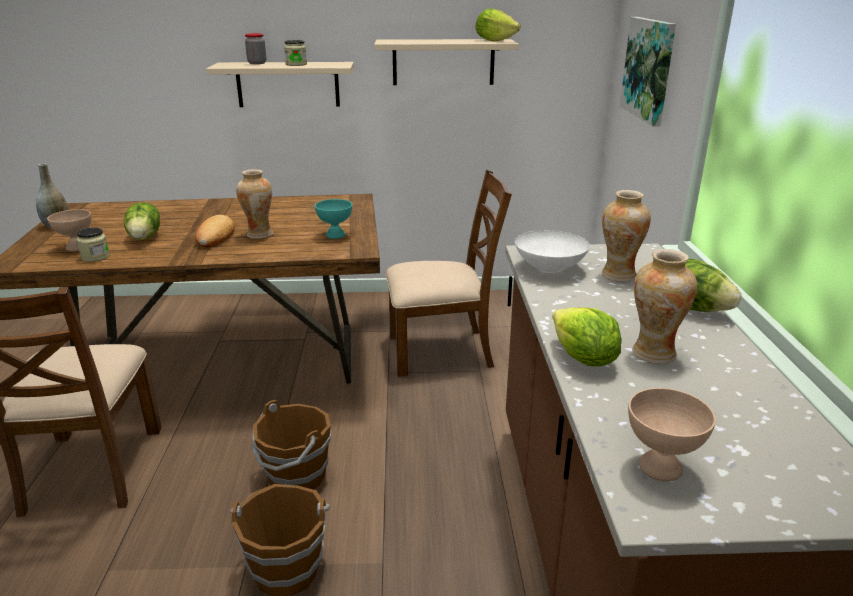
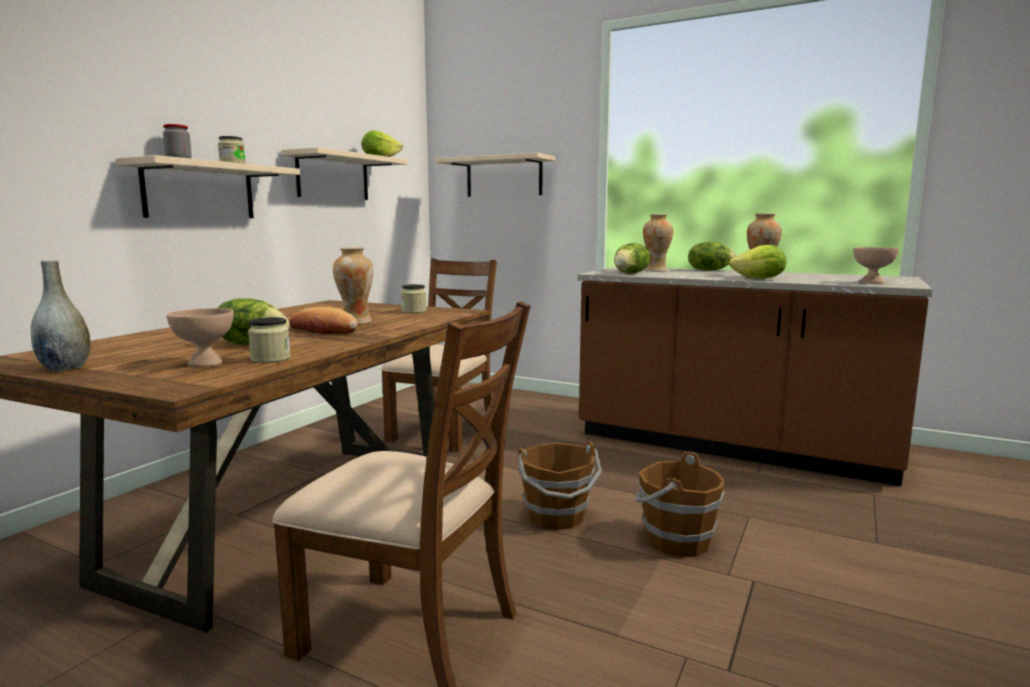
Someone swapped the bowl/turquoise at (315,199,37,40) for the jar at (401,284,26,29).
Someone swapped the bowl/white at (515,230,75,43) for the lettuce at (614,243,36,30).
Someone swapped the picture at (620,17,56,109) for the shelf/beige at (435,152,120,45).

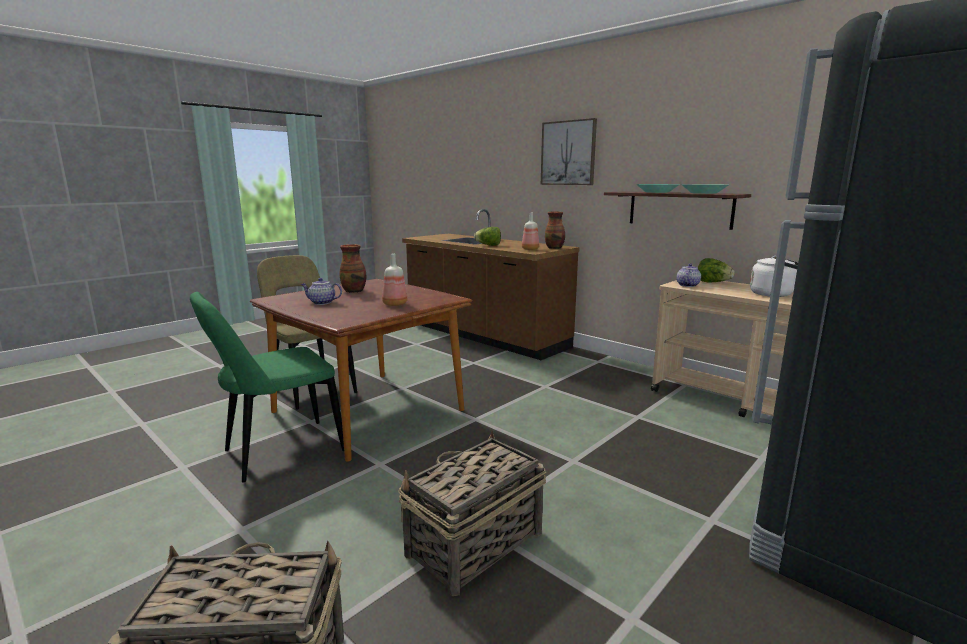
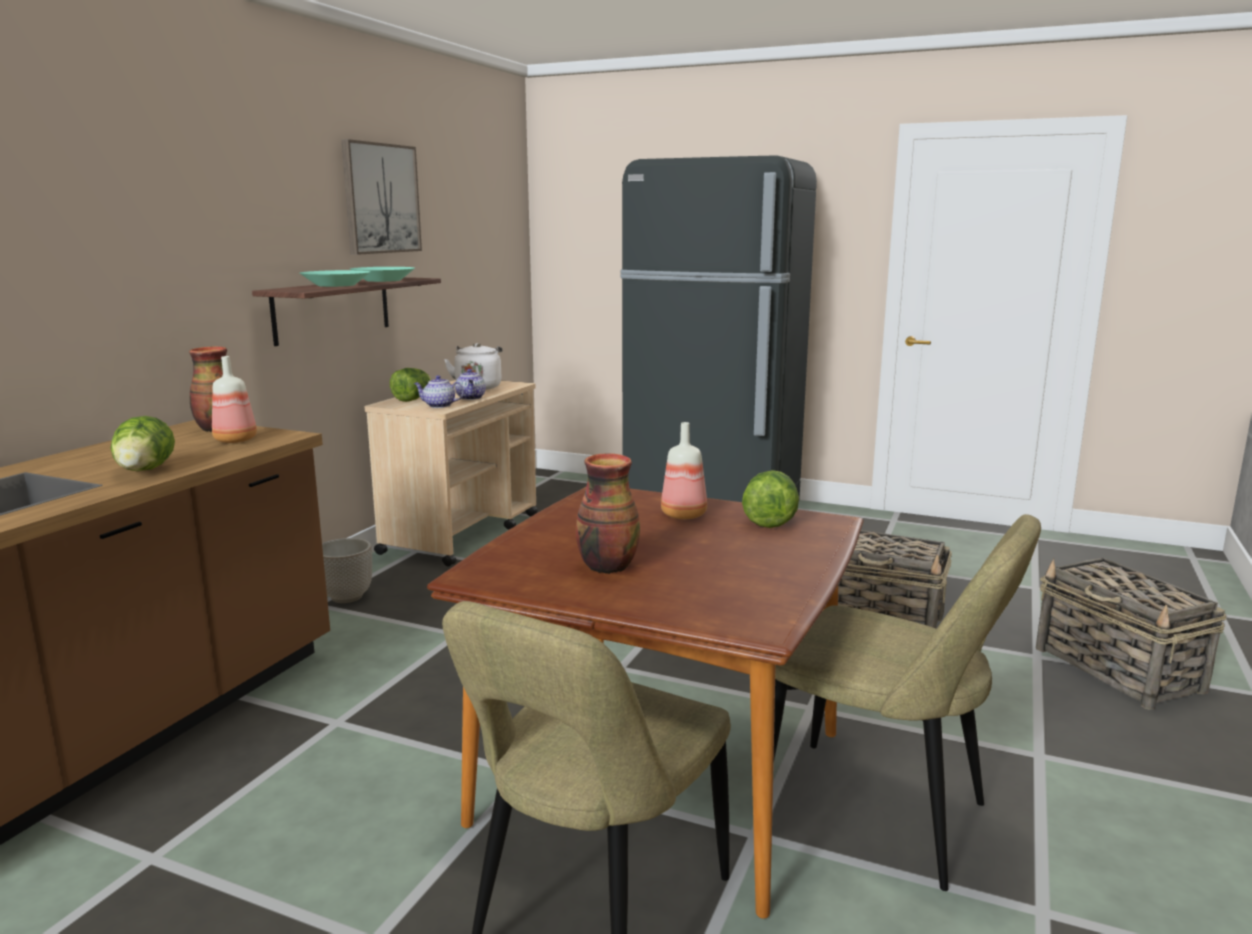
Someone put down the planter at (322,538,50,65).
Someone put down the lettuce at (742,470,57,58).
Someone carried the teapot from (301,278,41,27) to (455,369,31,31).
Someone carried the picture from (541,118,56,67) to (342,139,80,116).
Someone repainted the chair/green at (190,292,154,191), which became the chair/beige at (774,514,267,377).

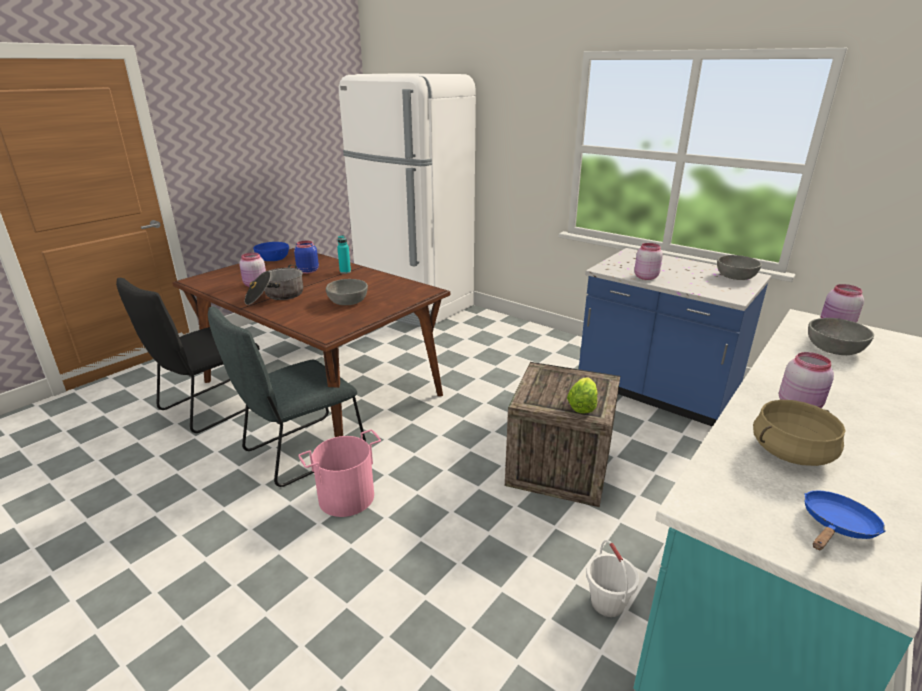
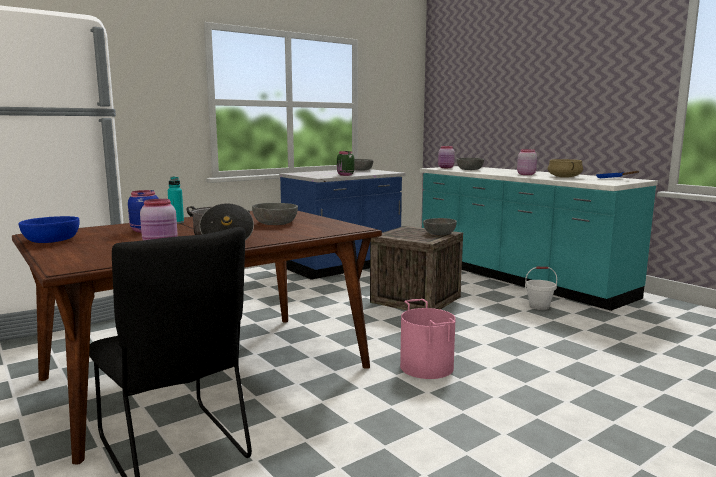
Someone took away the chair/grey at (208,306,158,181).
Someone swapped the lettuce at (567,377,31,36) for the bowl/grey at (423,218,34,17).
Someone repainted the jar/pink at (634,243,29,37), which became the jar/green at (337,151,17,25).

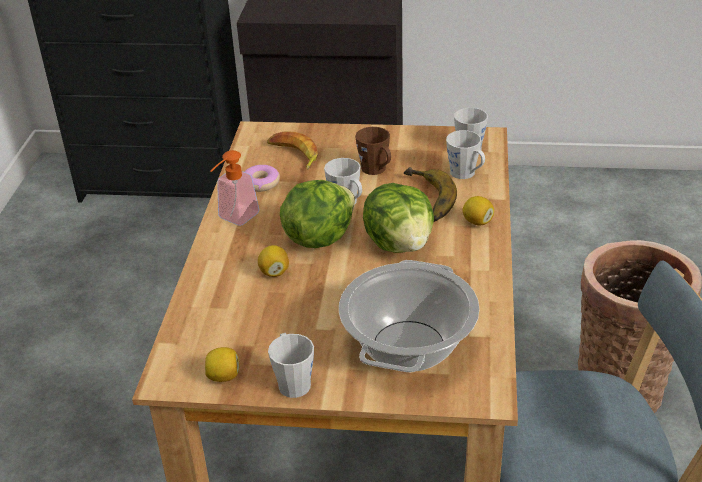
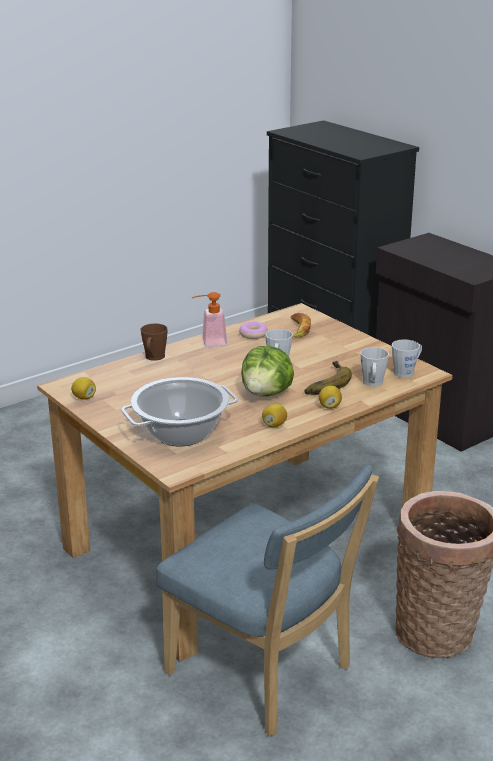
Someone took away the mug/grey at (268,333,46,65).
Someone took away the lettuce at (280,180,75,68).
Someone carried the lemon from (258,245,31,32) to (262,404,25,24).
Someone carried the mug/brown from (355,127,36,48) to (141,323,27,38).

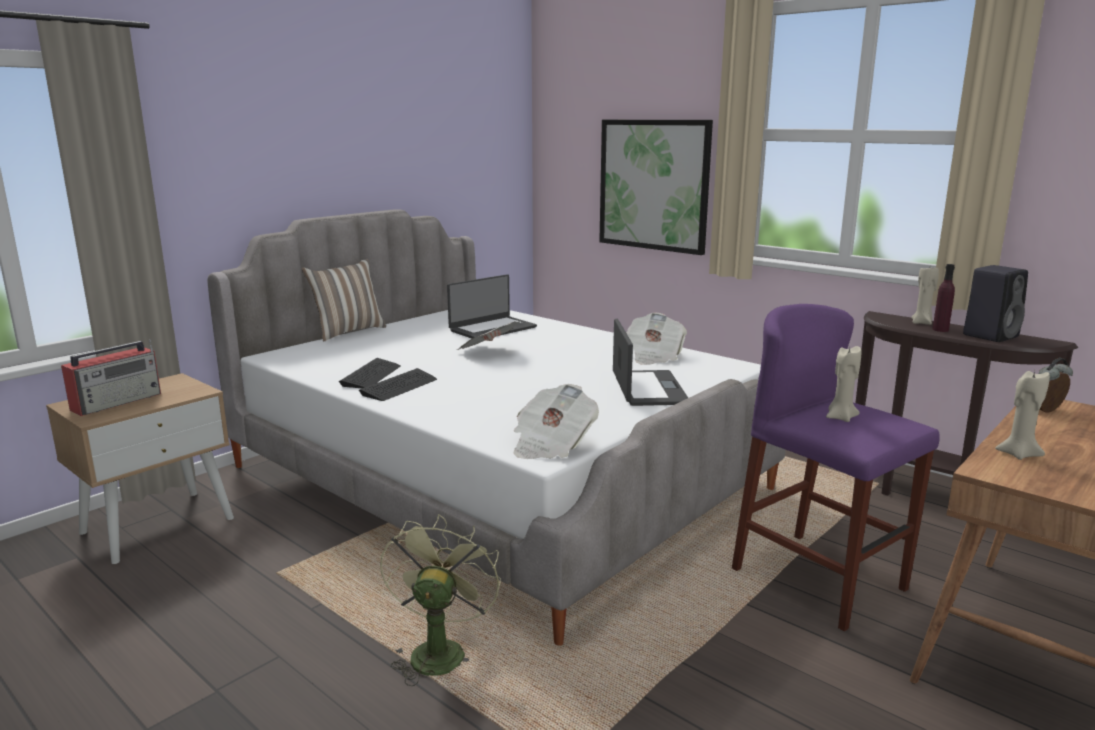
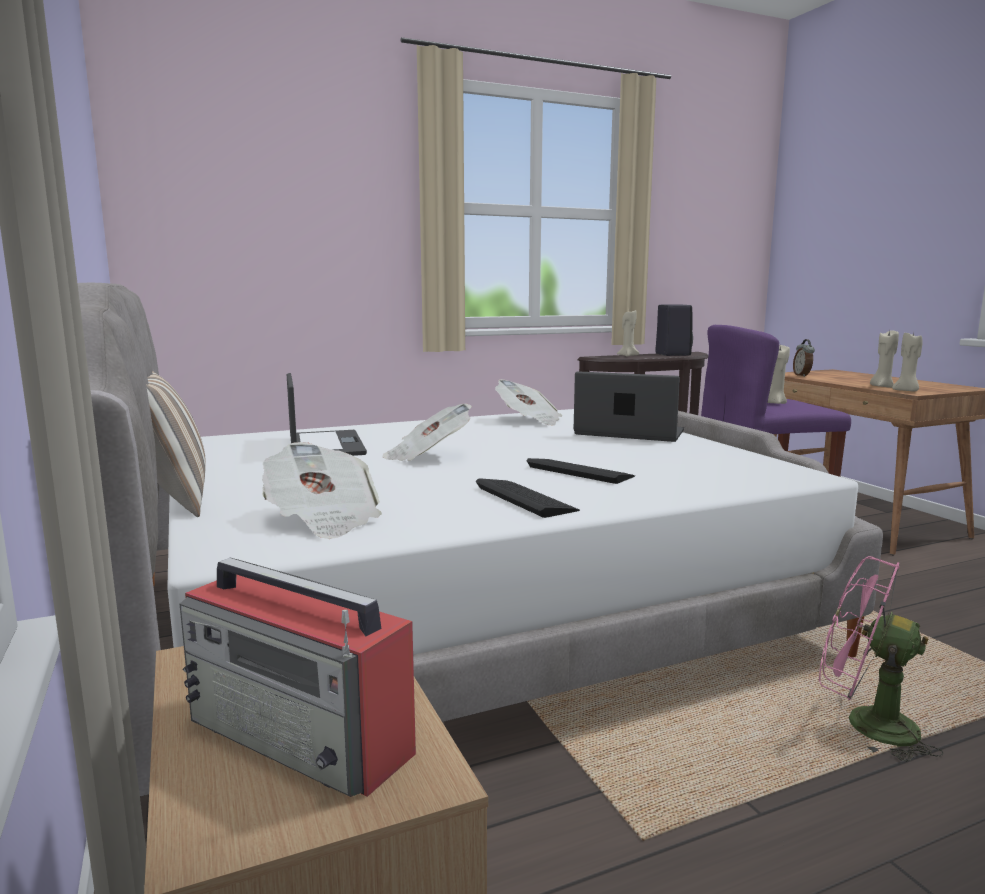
Someone took away the picture at (599,120,114,135).
Someone took away the bottle/purple at (932,264,23,68).
Someone put down the candle/beige at (892,333,30,59).
Someone carried the keyboard from (339,358,62,30) to (527,458,108,26).
Someone carried the newspaper from (514,384,85,75) to (262,442,120,97).
Someone repainted the fan/green at (380,514,121,172), which became the fan/pink at (819,556,124,206).
Someone rotated the radio at (61,339,100,77) by 150 degrees clockwise.

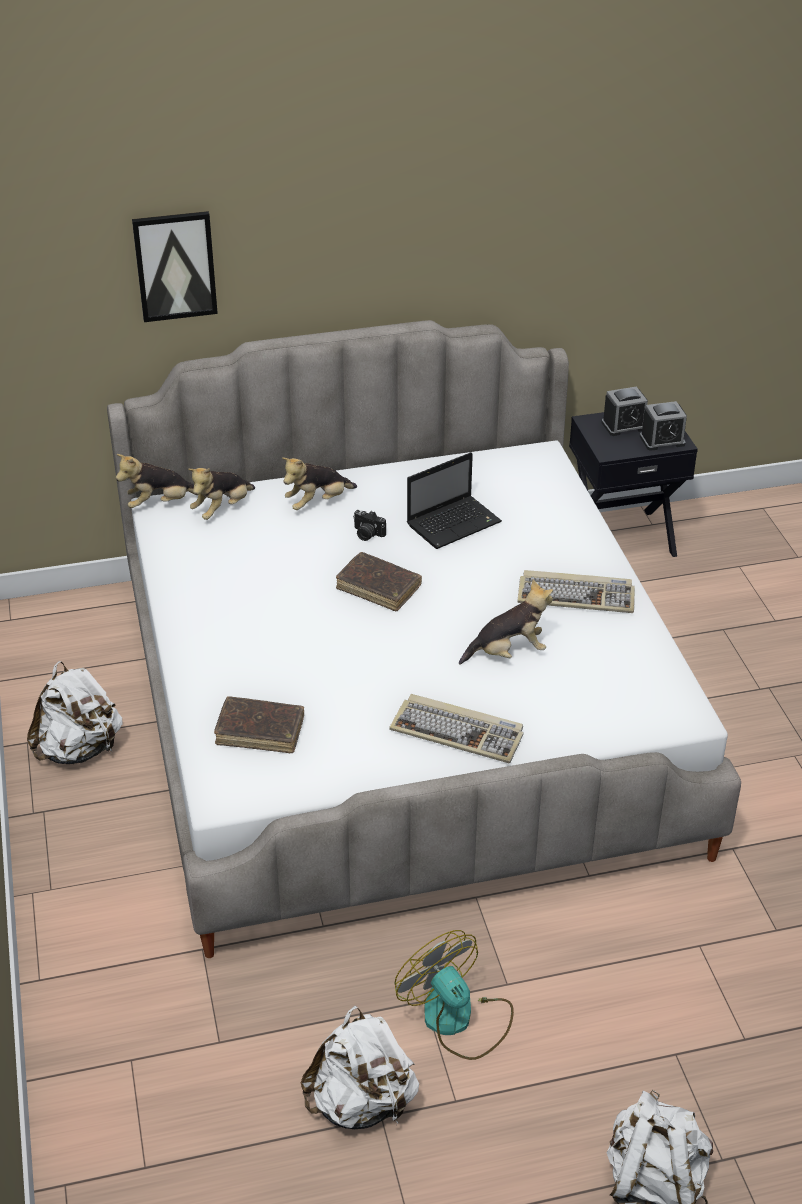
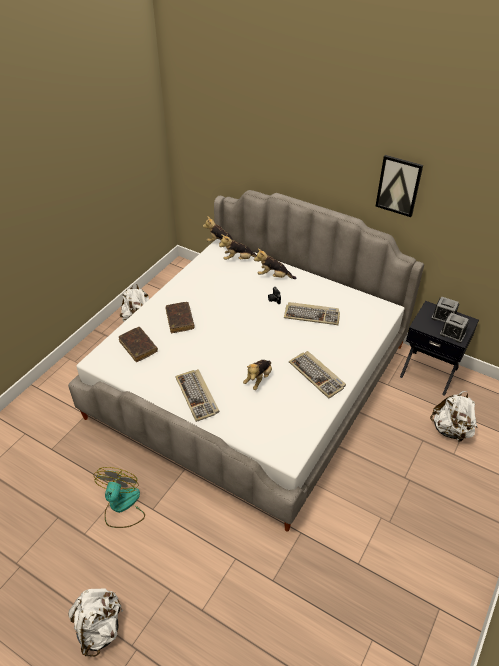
Someone carried the picture from (132,211,86,111) to (375,155,48,62).
Someone carried the backpack/white from (301,1006,118,123) to (430,391,47,51).
Someone carried the book/brown from (336,552,86,59) to (166,302,29,31).
Someone swapped the laptop at (407,452,95,97) for the keyboard at (284,302,56,23).
Someone rotated the plush toy at (459,579,94,86) by 90 degrees clockwise.

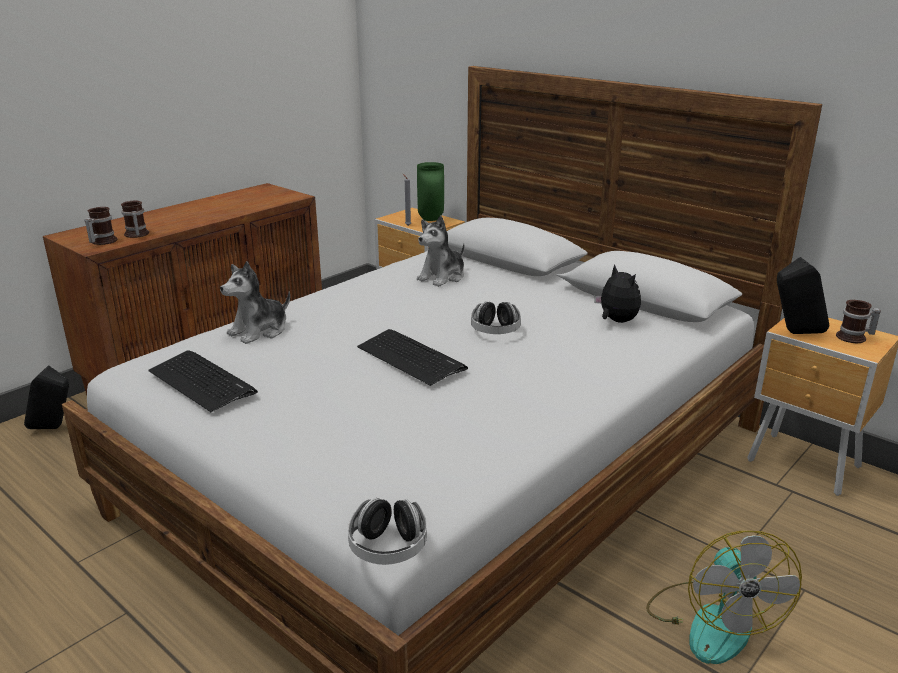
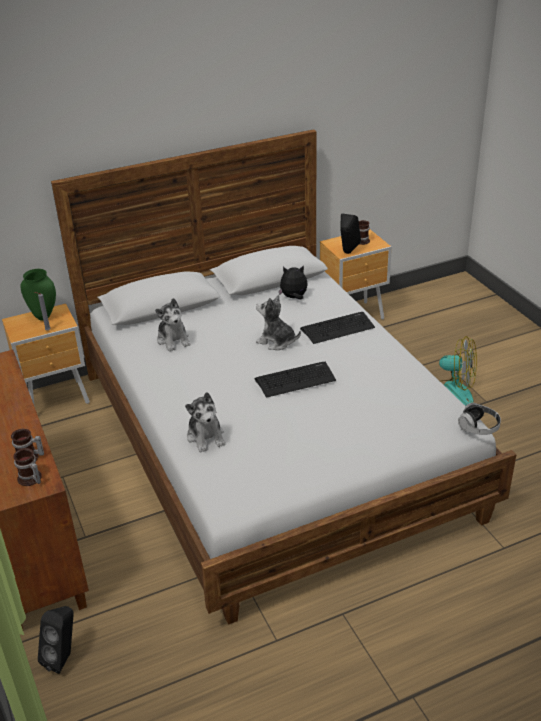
Someone carried the keyboard from (148,351,110,61) to (300,312,75,32).
Someone swapped the headphones at (471,301,50,33) for the plush toy at (256,295,45,55).

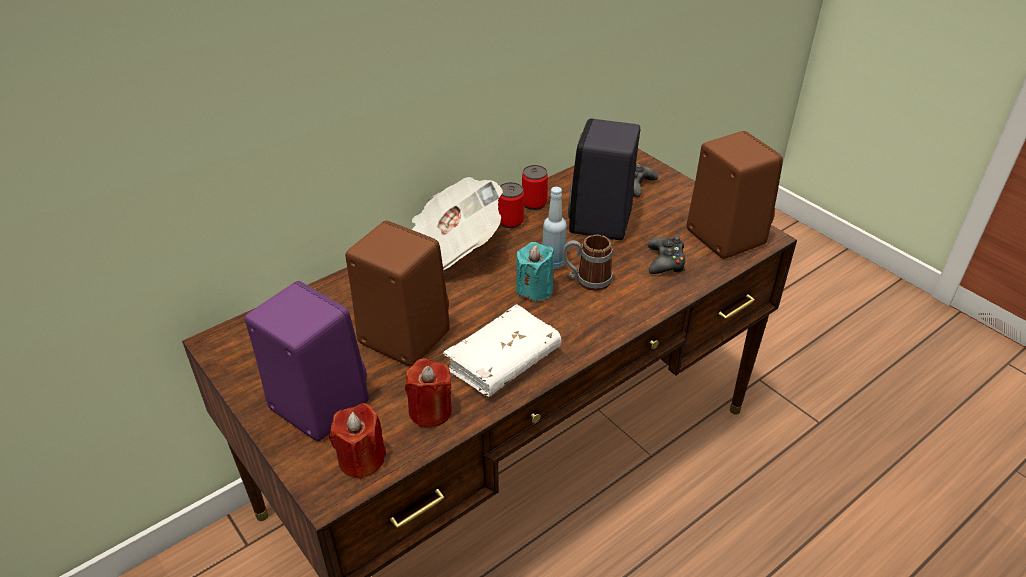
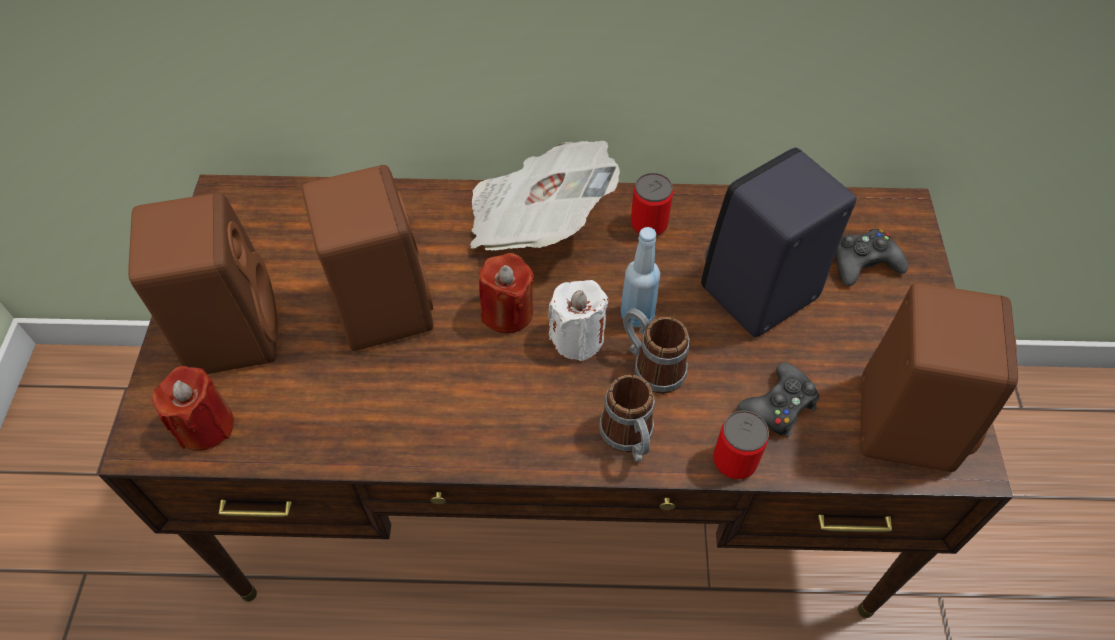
Someone took away the book/white at (443,304,118,93).
Someone put down the mug at (599,375,56,87).
Someone carried the candle/red from (405,359,47,68) to (479,253,56,80).
Someone carried the can from (522,165,26,45) to (713,411,56,68).
Someone repainted the speaker/purple at (245,281,124,160), which became the speaker/brown at (128,193,150,181).
Someone repainted the candle/turquoise at (516,242,38,59), which became the candle/white at (548,280,60,81).

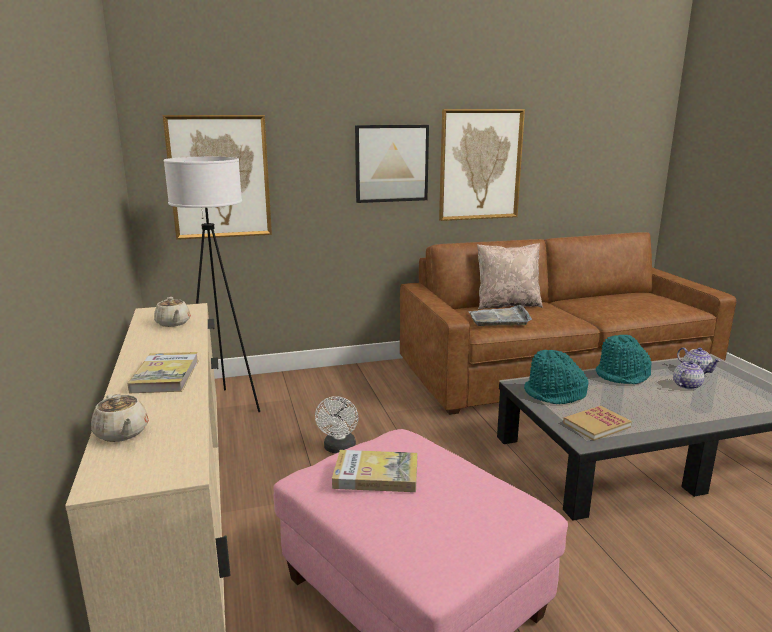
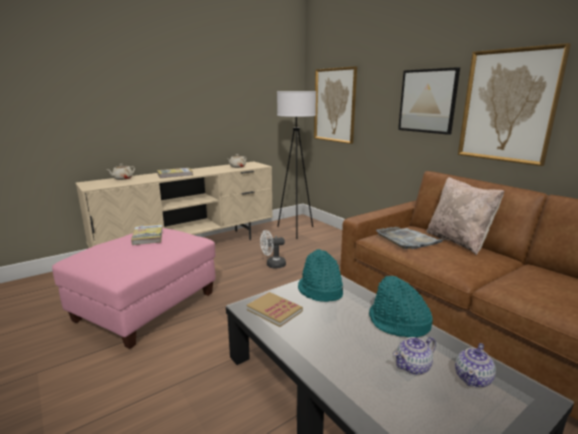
Someone rotated the teapot at (673,360,31,30) by 120 degrees clockwise.

